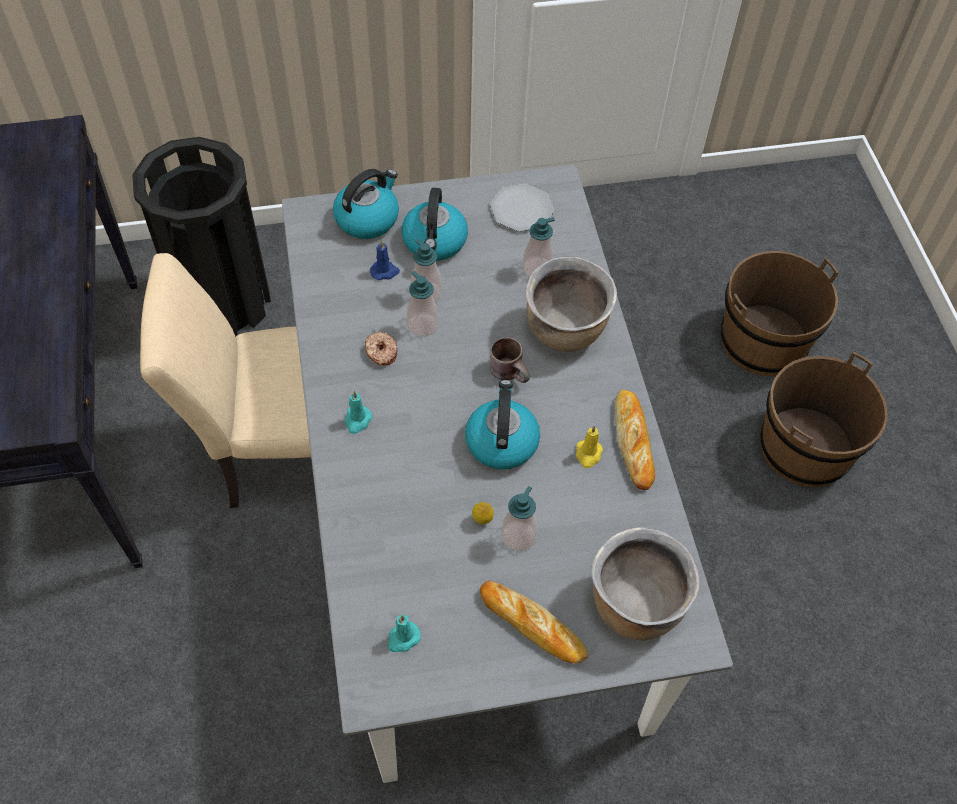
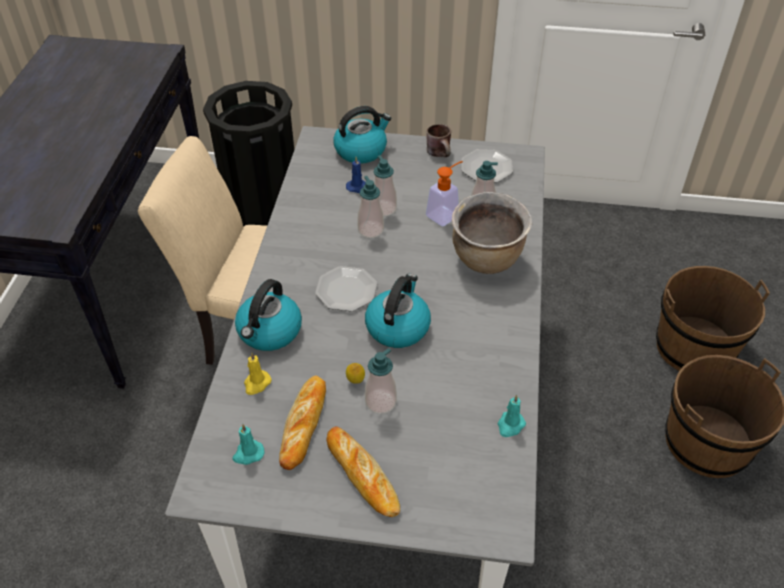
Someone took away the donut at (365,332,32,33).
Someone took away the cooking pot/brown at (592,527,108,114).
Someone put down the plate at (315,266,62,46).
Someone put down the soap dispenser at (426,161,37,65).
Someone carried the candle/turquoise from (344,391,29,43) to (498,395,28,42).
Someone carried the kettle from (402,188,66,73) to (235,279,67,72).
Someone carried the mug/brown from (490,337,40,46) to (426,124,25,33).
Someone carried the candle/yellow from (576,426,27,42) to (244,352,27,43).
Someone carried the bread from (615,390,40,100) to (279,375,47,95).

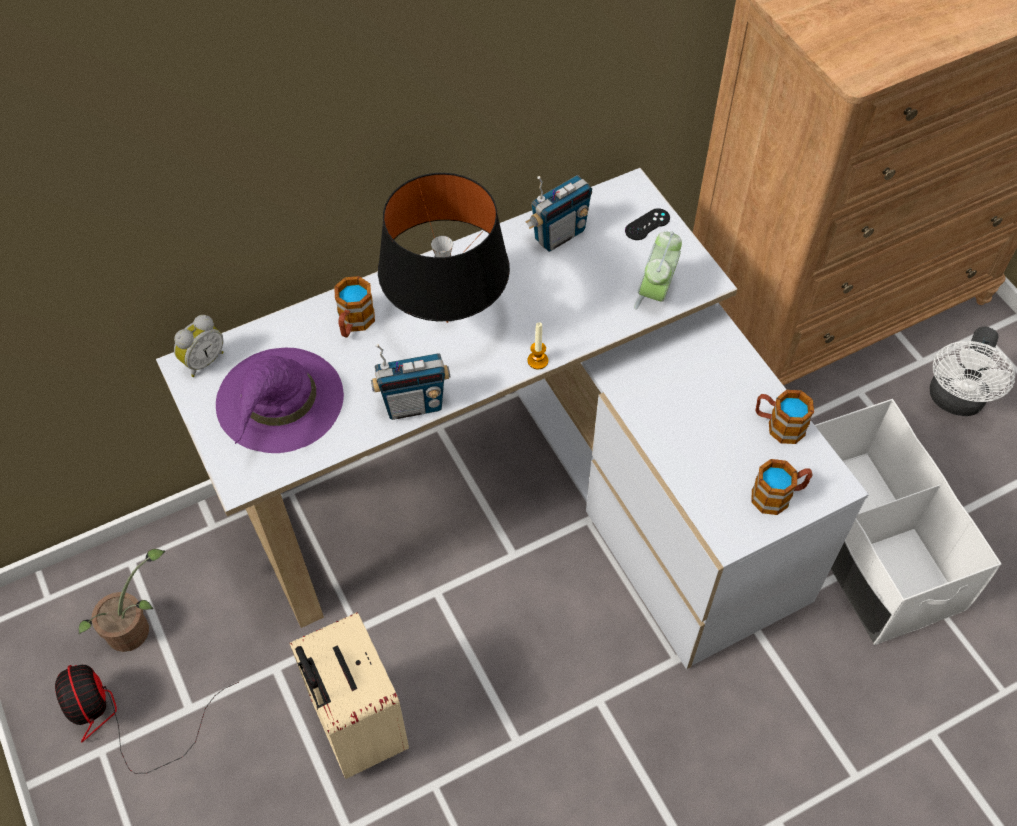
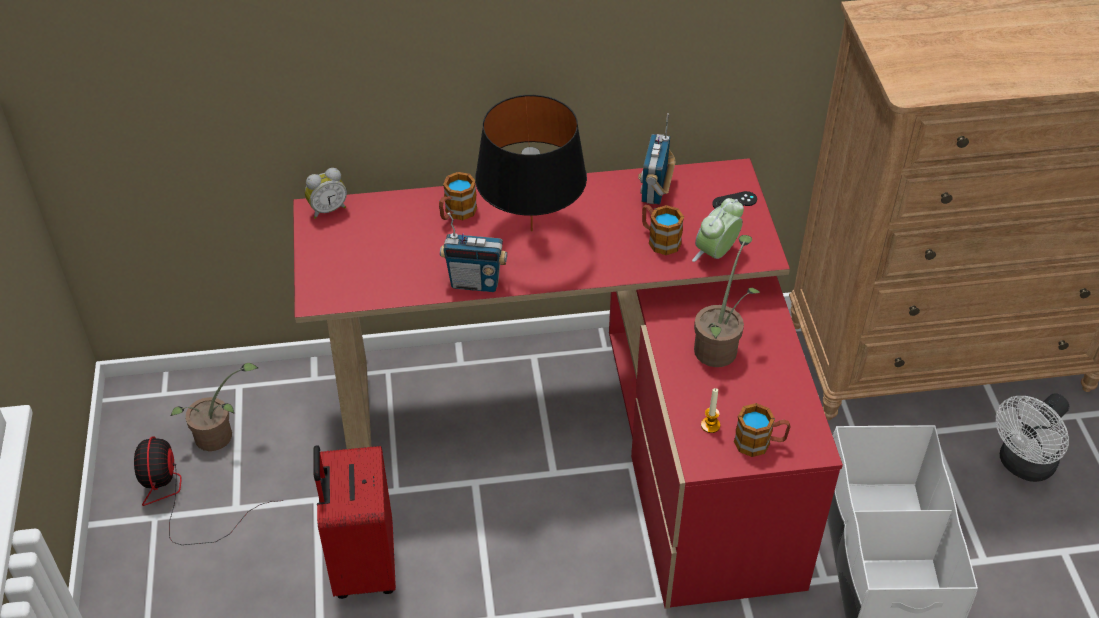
Someone took away the hat/purple at (216,348,128,105).
Someone put down the potted plant at (694,235,67,132).
Someone carried the candle from (527,322,21,47) to (701,388,19,45).
Someone carried the mug from (755,390,59,54) to (642,205,42,50).
Someone repainted the desk/white at (156,168,713,501), which became the desk/red at (293,158,550,451).
Someone repainted the suitcase/beige at (290,612,119,167), which became the suitcase/red at (313,445,83,154).
Someone rotated the radio at (525,175,67,77) by 120 degrees clockwise.

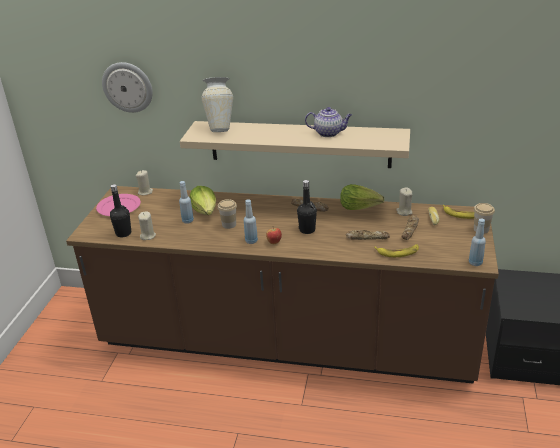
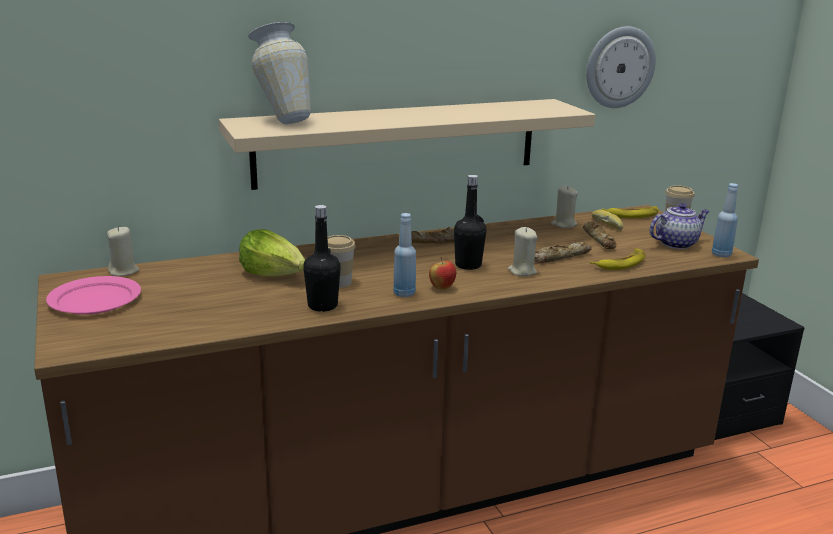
Someone took away the bottle/blue at (179,181,15,43).
Someone took away the lettuce at (340,184,44,26).
Someone carried the wall clock from (102,62,51,51) to (586,26,70,82).
Someone carried the bottle/black from (110,184,21,53) to (303,205,38,107).
Someone carried the candle/beige from (138,211,18,29) to (508,227,29,49).
Someone carried the teapot from (305,107,47,30) to (649,203,60,46).

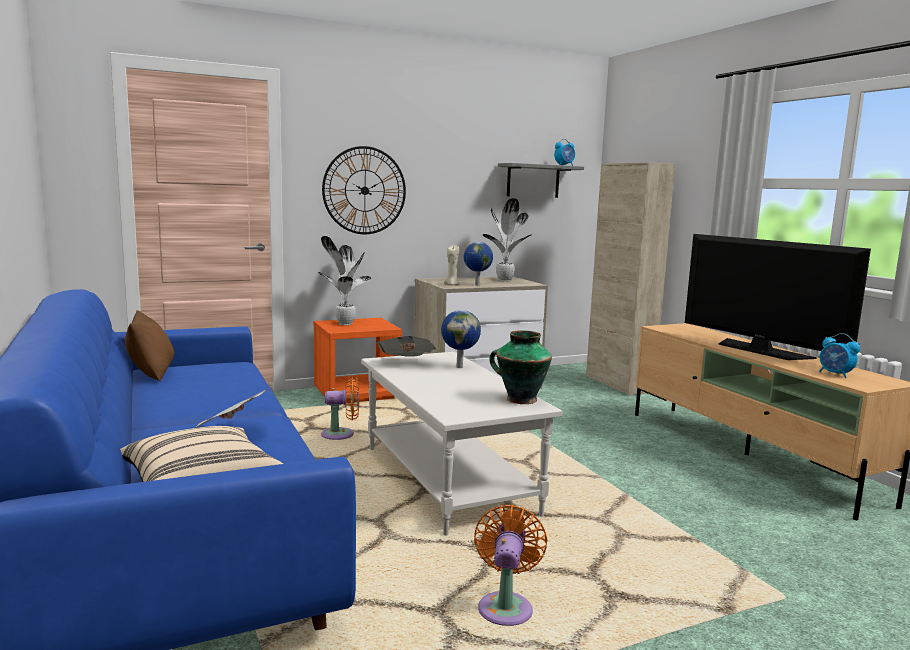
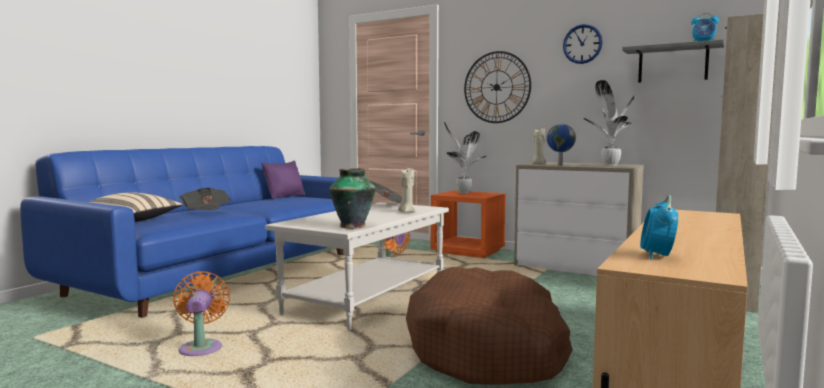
Someone took away the television at (685,234,186,126).
Someone put down the dog bed/brown at (406,267,167,118).
Someone put up the wall clock at (563,24,40,40).
Someone swapped the globe at (441,310,40,58) for the candle/beige at (398,168,17,45).
Someone repainted the pillow/brown at (125,310,49,71), which became the pillow/purple at (262,161,43,38).
Someone rotated the fan/orange at (474,505,74,121) by 75 degrees counterclockwise.

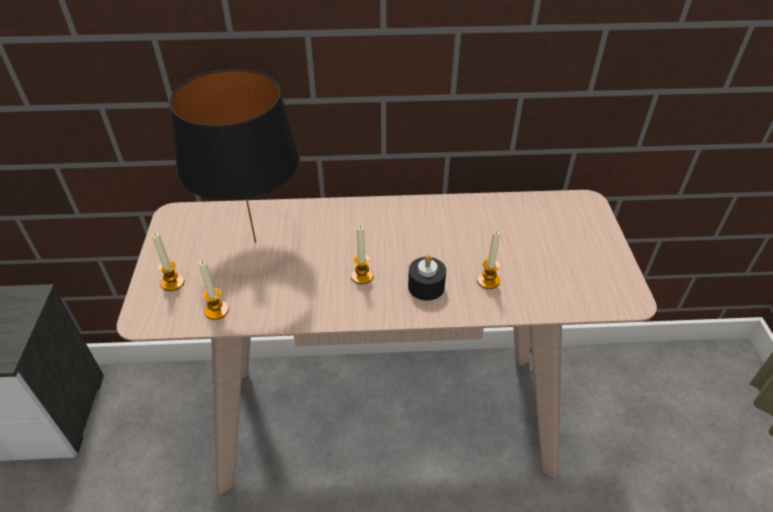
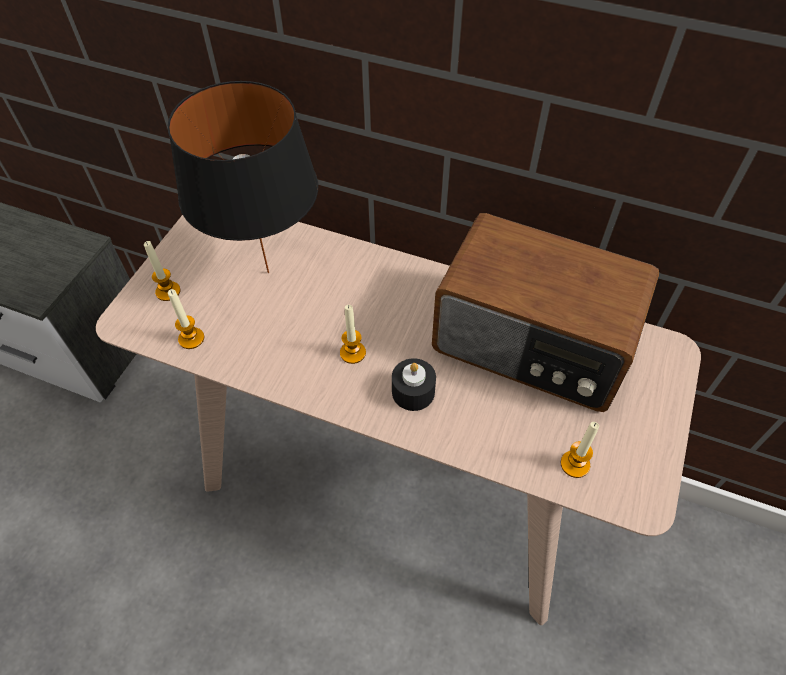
Someone put down the radio at (432,213,227,199).
Someone carried the candle from (477,231,23,58) to (561,422,38,56).

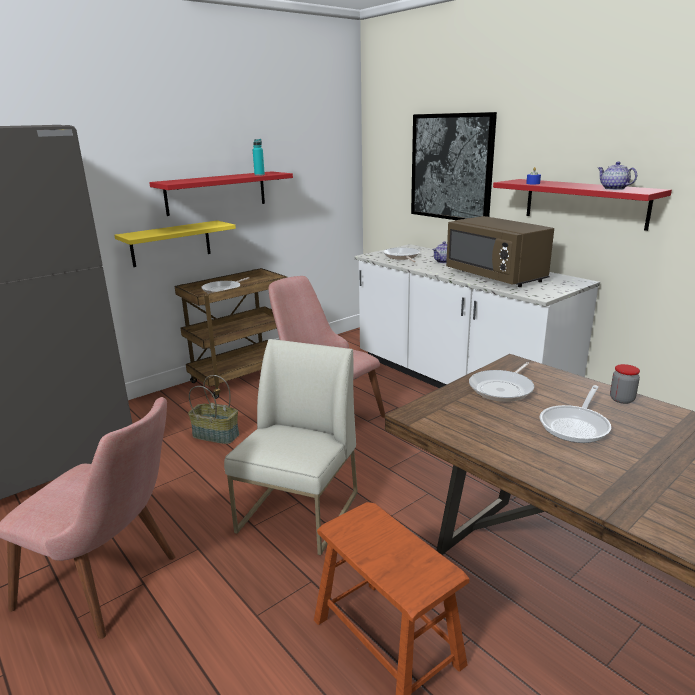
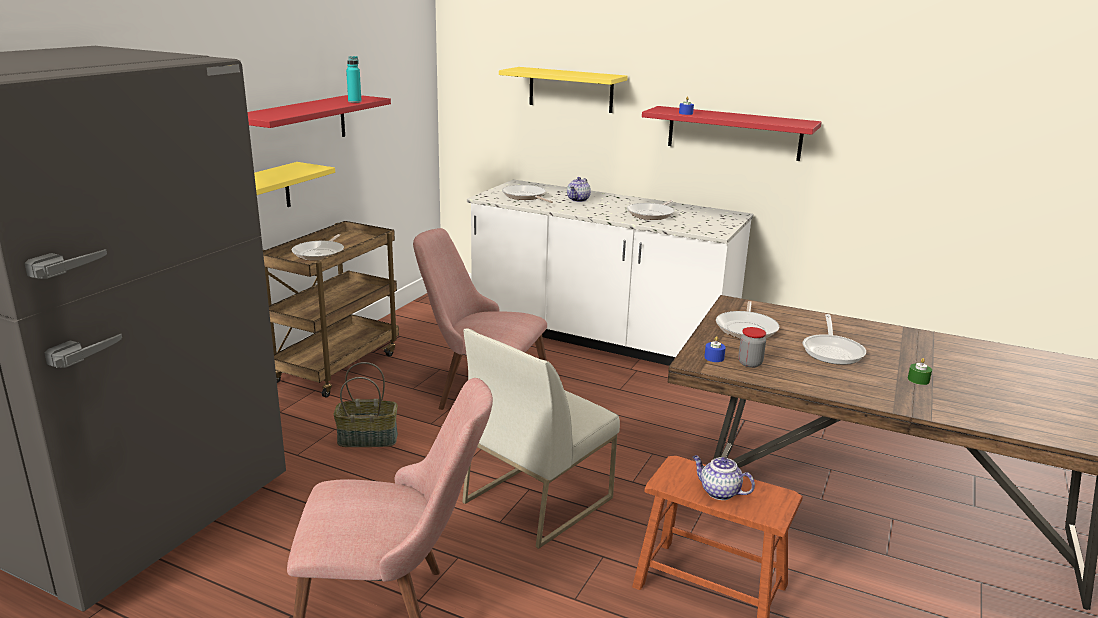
Someone put down the candle/blue at (704,336,22,26).
Someone put down the candle/green at (908,358,24,27).
Someone carried the teapot from (598,162,39,28) to (693,456,62,44).
Someone carried the jar from (610,364,30,40) to (738,327,28,41).
Someone swapped the picture at (411,112,86,108) for the shelf/yellow at (499,67,129,46).
Someone swapped the microwave/brown at (446,216,108,71) for the frying pan at (627,200,47,20).
Someone rotated the chair/white at (224,339,134,216) by 135 degrees counterclockwise.

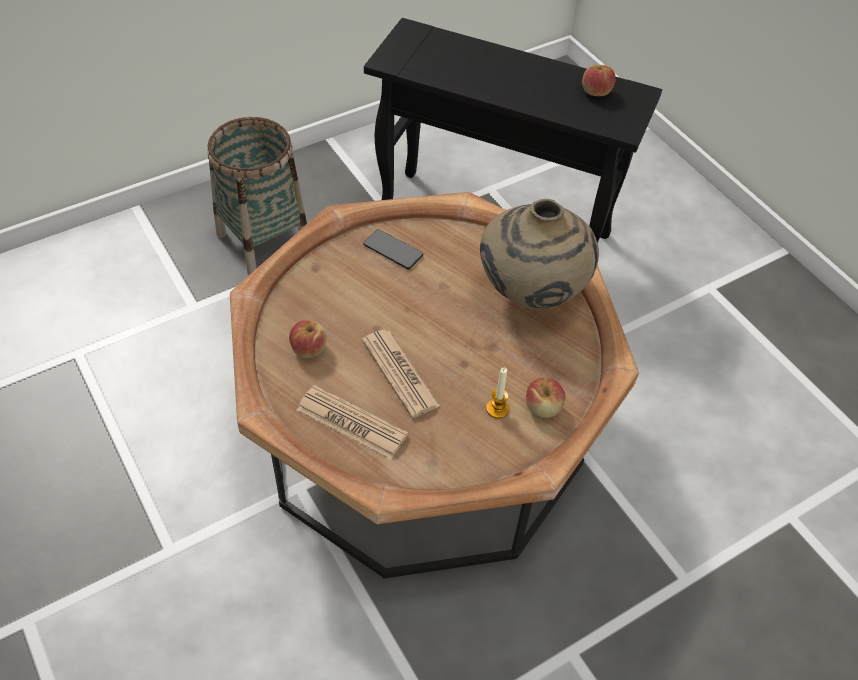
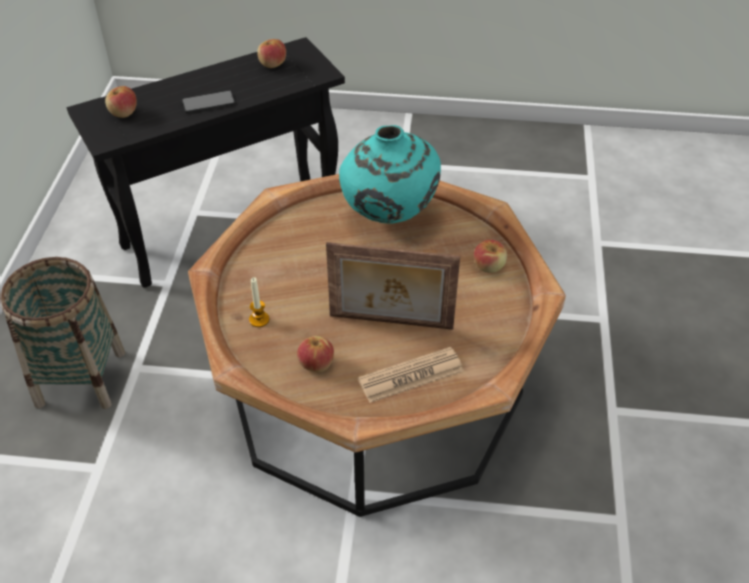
Someone put down the apple at (105,86,32,32).
Someone carried the phone from (363,229,60,41) to (182,91,53,22).
Someone carried the candle from (486,368,23,50) to (249,277,20,50).
Someone swapped the newspaper at (362,330,78,88) for the picture frame at (326,242,134,88).
Someone repainted the vase/beige at (480,199,119,110), which became the vase/turquoise at (339,125,102,99).

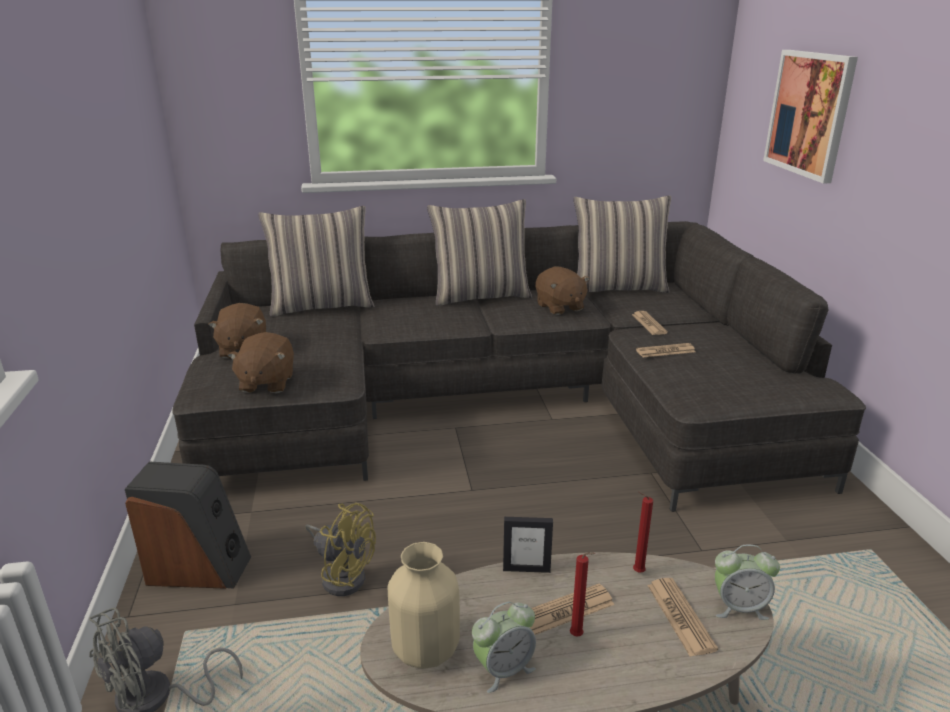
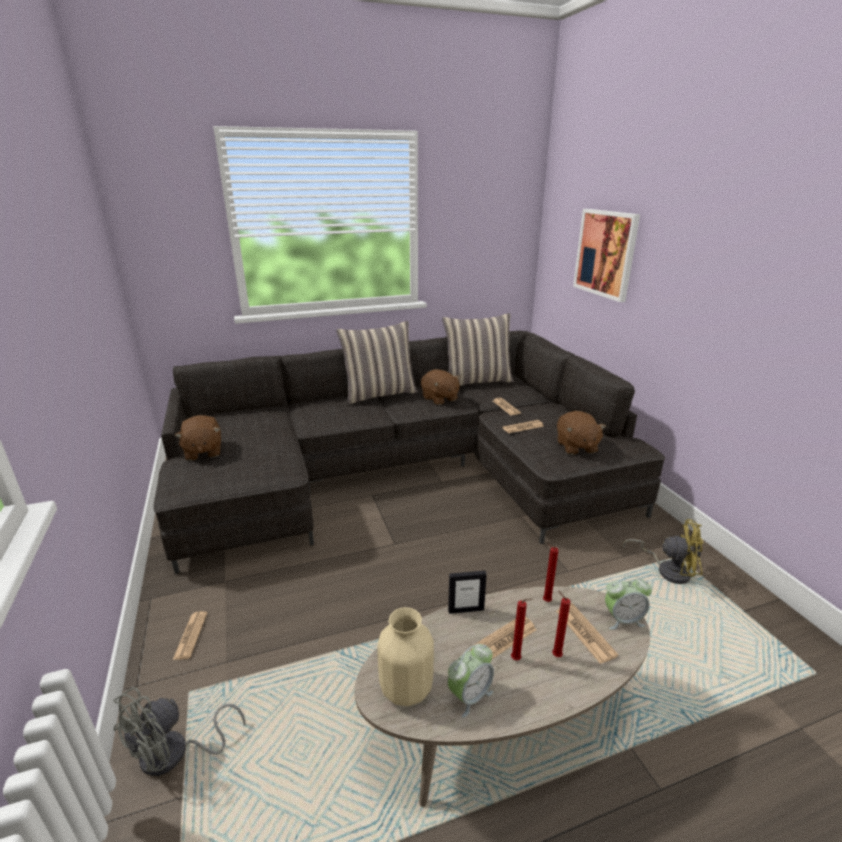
Someone took away the pillow at (258,206,116,111).
Someone put down the candle/red at (552,591,19,66).
Someone carried the plush toy/brown from (227,332,67,61) to (557,411,49,44).
Someone carried the fan/yellow from (305,503,71,93) to (623,519,81,65).
Someone swapped the speaker at (125,461,126,128) for the newspaper at (173,611,34,49).

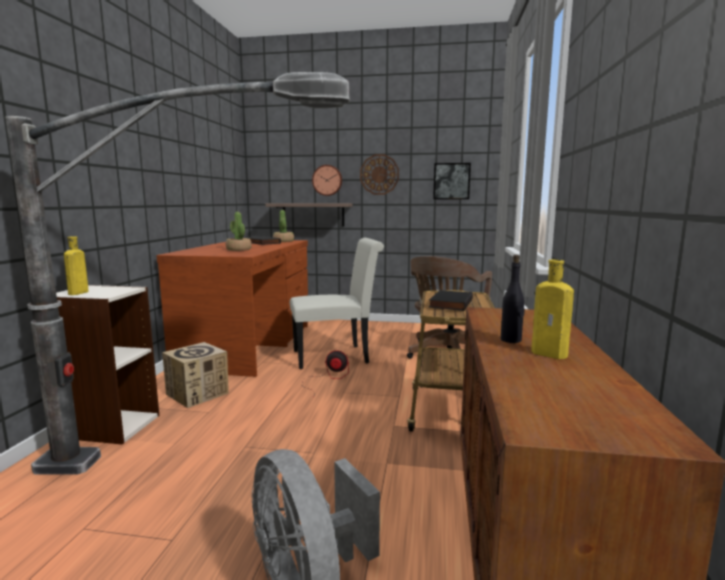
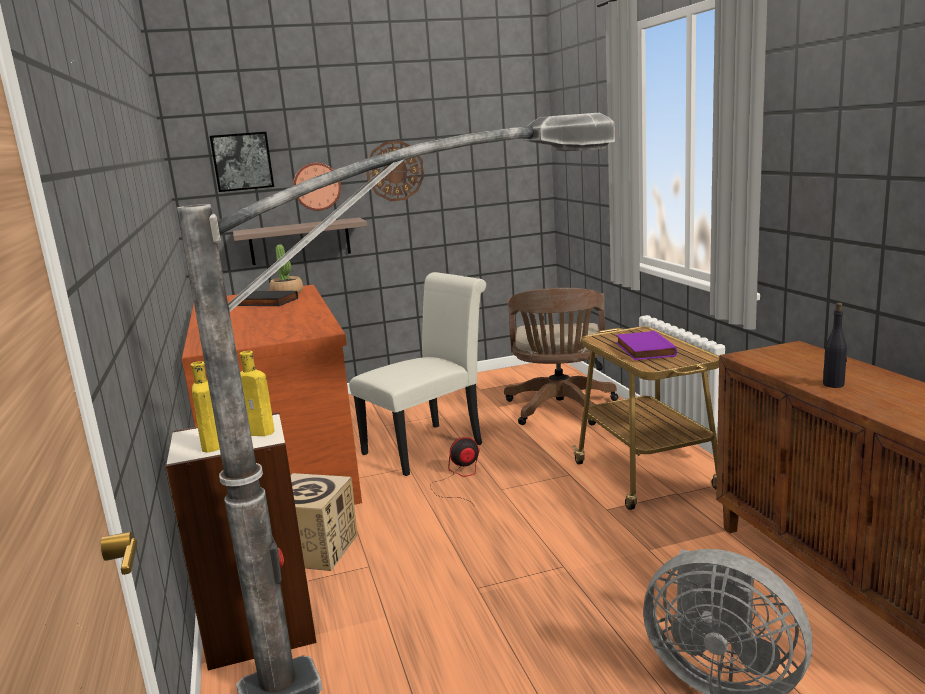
Someone took away the potted plant at (226,212,26,39).
Someone carried the picture from (433,163,38,36) to (210,132,64,60).
Someone carried the bottle/yellow from (531,260,43,99) to (239,351,36,85).
Someone repainted the book/black at (429,290,44,21), which became the book/purple at (616,331,61,29).

